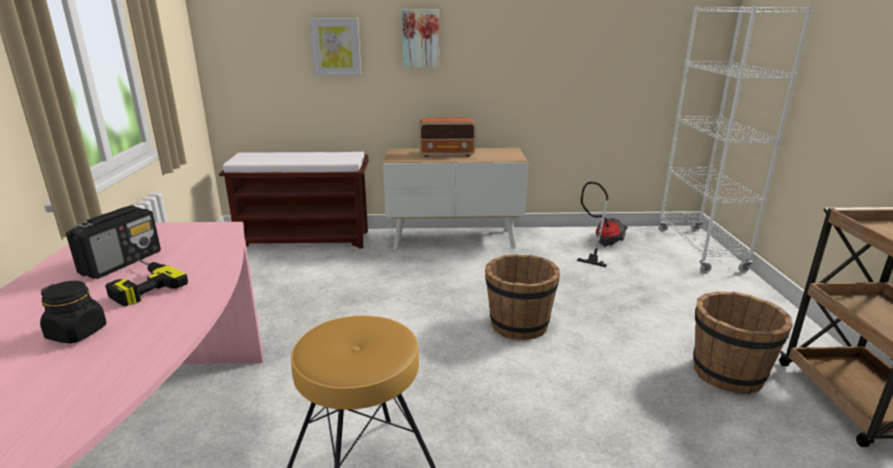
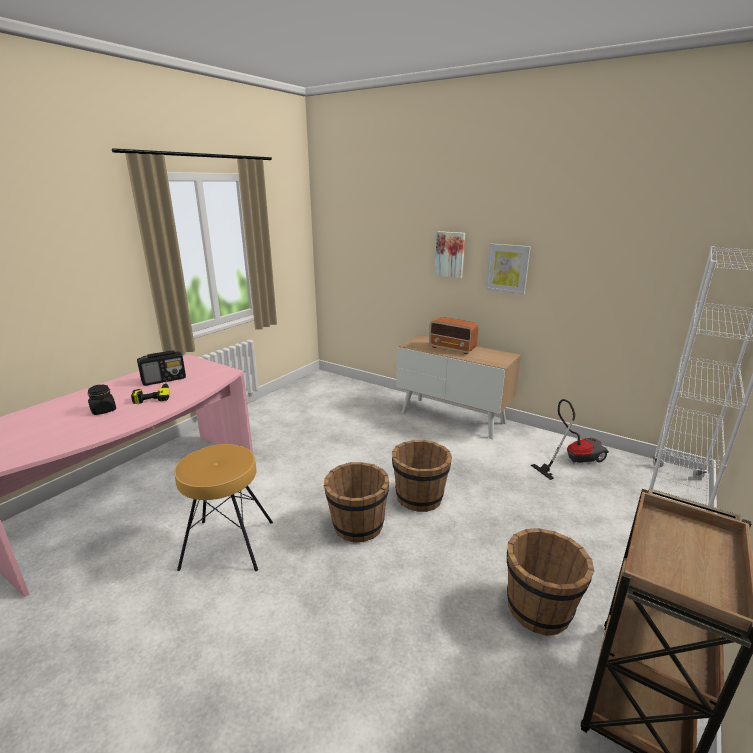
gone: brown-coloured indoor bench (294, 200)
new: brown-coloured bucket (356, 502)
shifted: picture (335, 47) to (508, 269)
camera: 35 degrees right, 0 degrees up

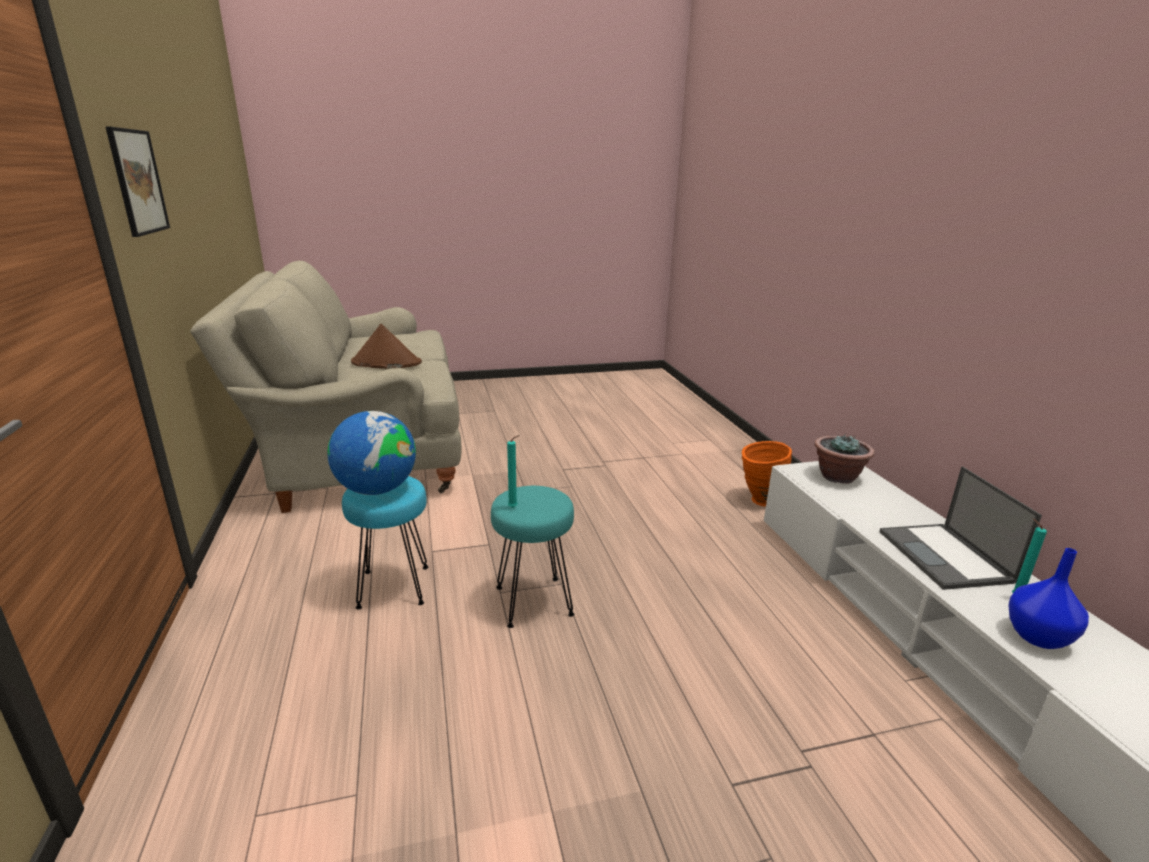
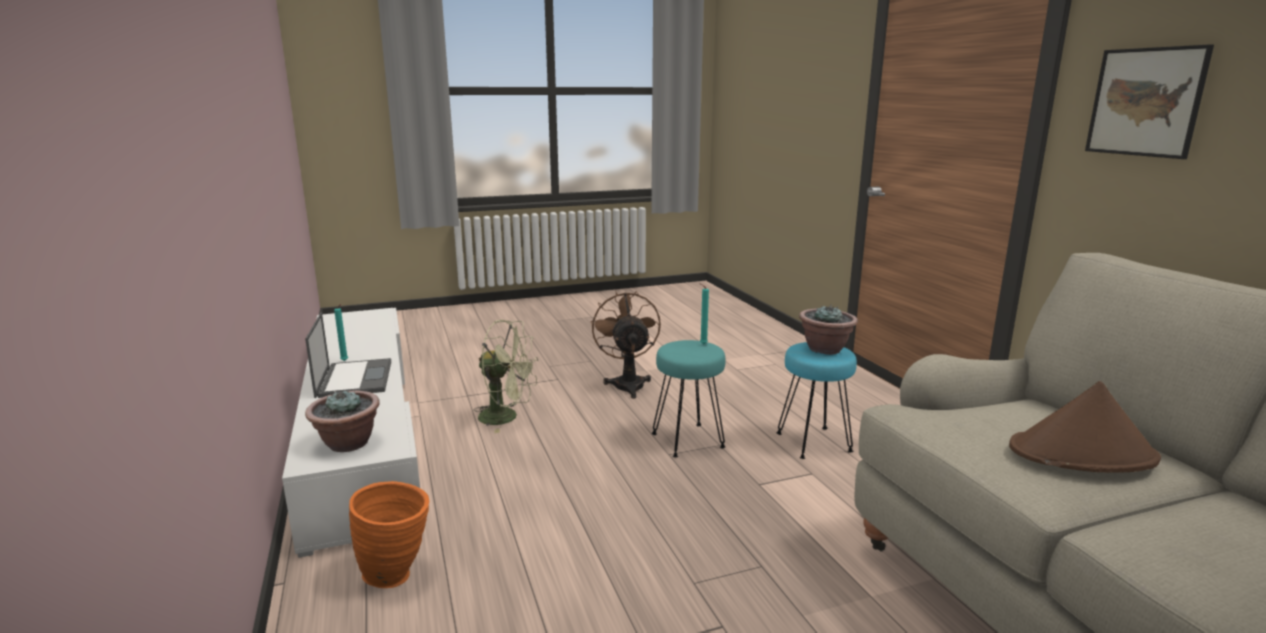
gone: blue-coloured flower vase (1049, 598)
new: greenish cooling fan (506, 376); brown-coloured cooling fan (626, 345)
swapped: desk globe (371, 453) to potted plant (828, 329)
camera: 175 degrees right, 5 degrees down

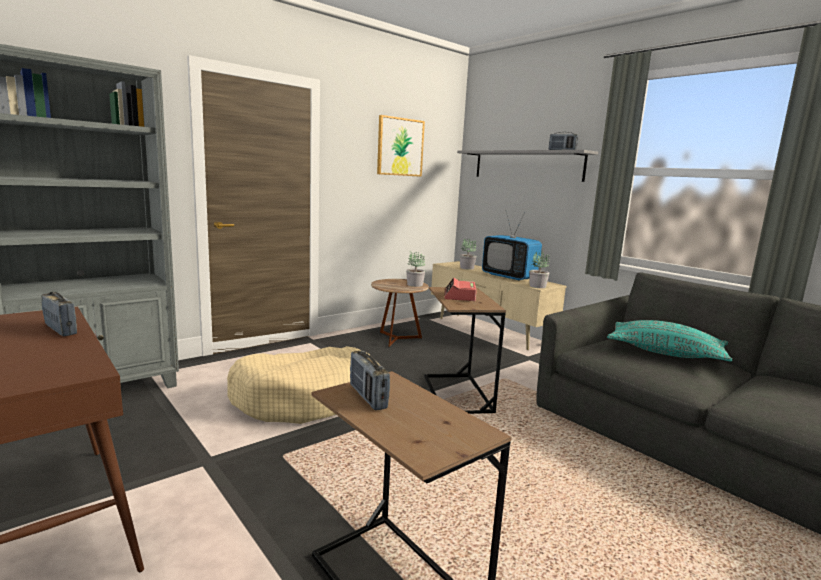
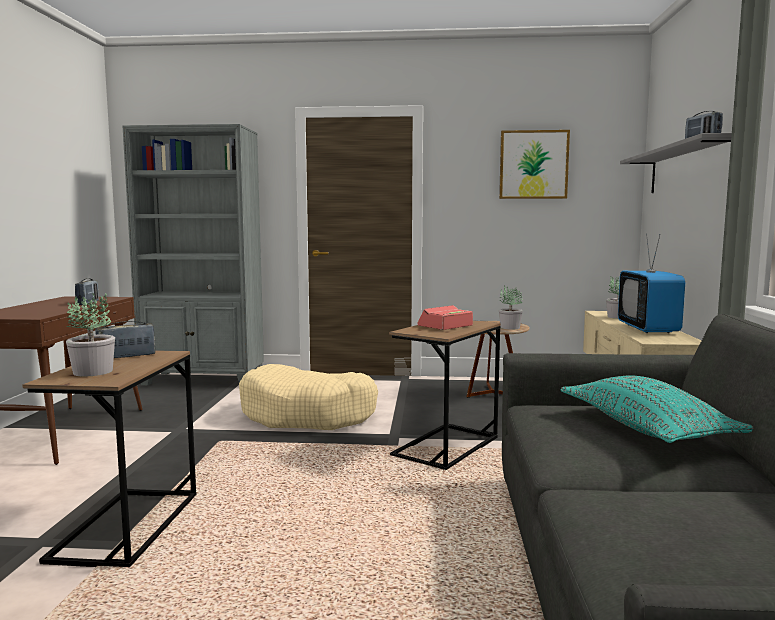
shifted: potted plant (539, 269) to (90, 335)
rotated: radio receiver (370, 380) = (125, 339) 45 degrees clockwise
camera: 45 degrees right, 5 degrees down

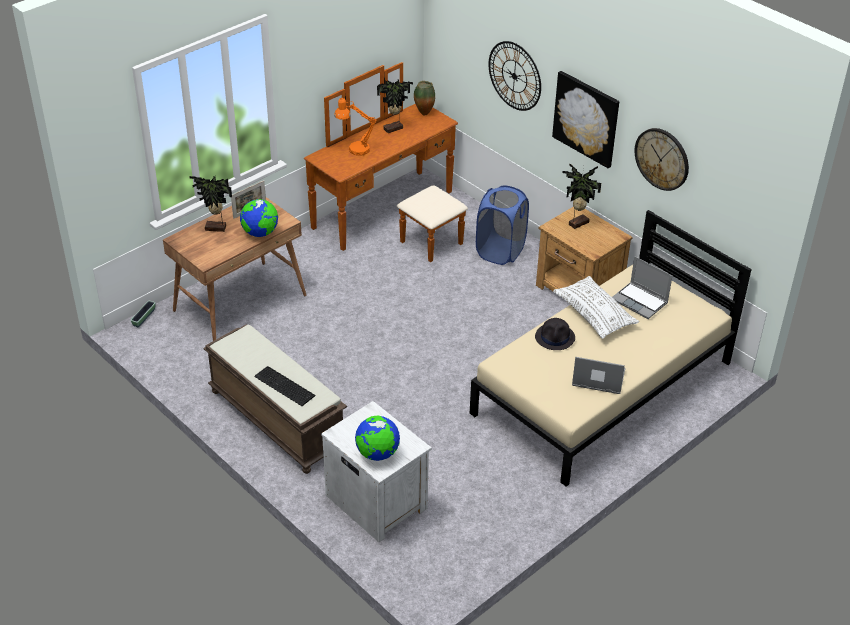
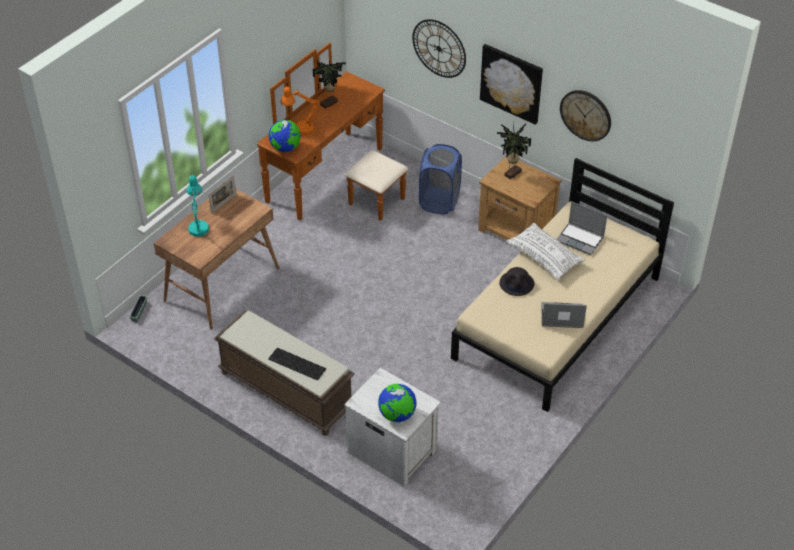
gone: flower vase (424, 98)
shifted: desk globe (259, 218) to (284, 136)
swapped: potted plant (210, 204) to turquoise-coloured table lamp (197, 206)
camera: 10 degrees left, 5 degrees up

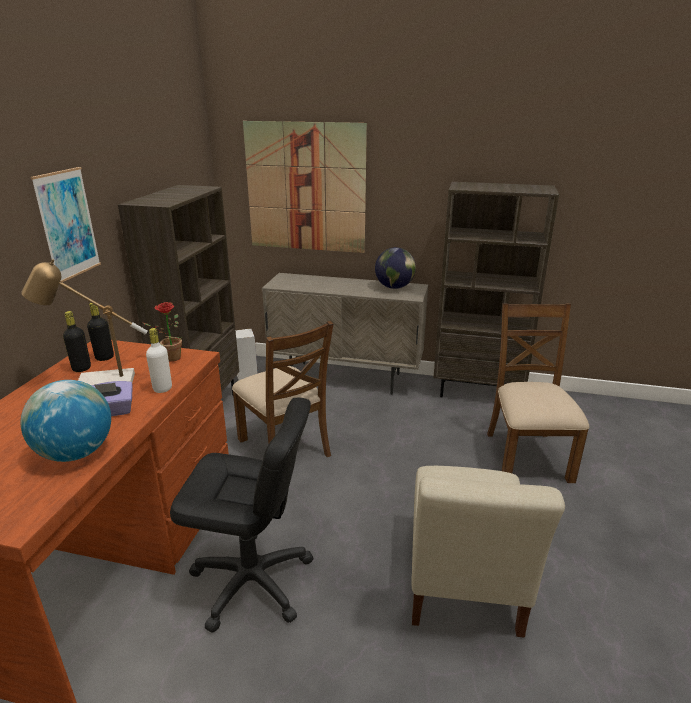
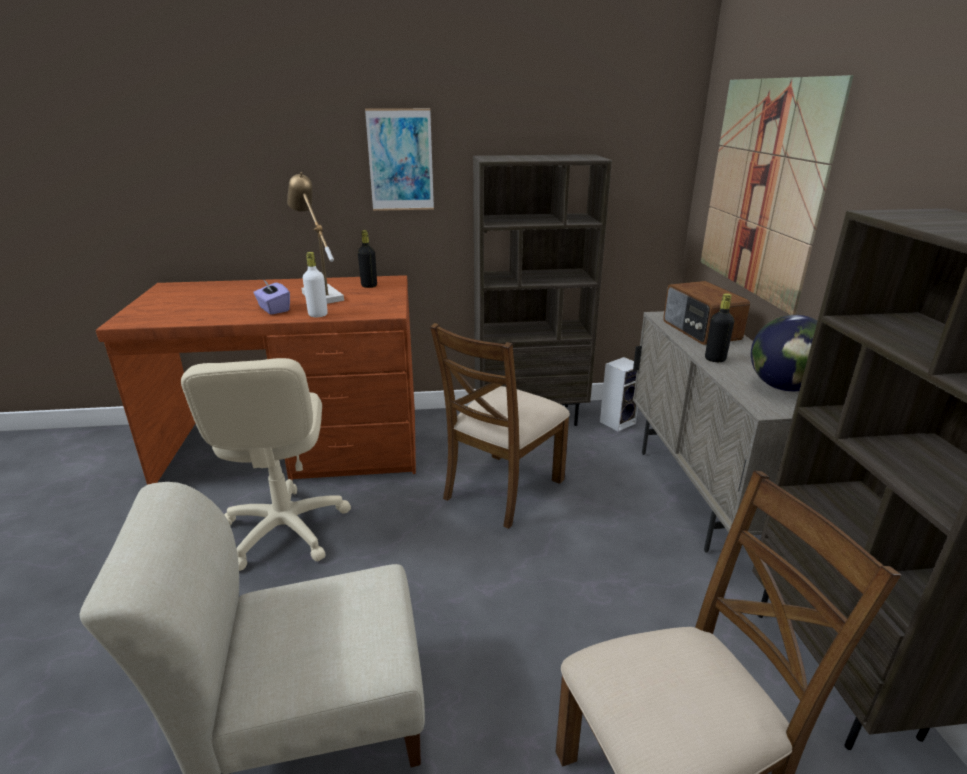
gone: desk globe (66, 421); potted plant (162, 332)
new: radio receiver (706, 313)
shifted: black-coloured drink bottle (77, 341) to (719, 327)
repainted: black-coloured office chair (241, 515) to beige-coloured office chair (266, 464)
camera: 70 degrees right, 0 degrees up

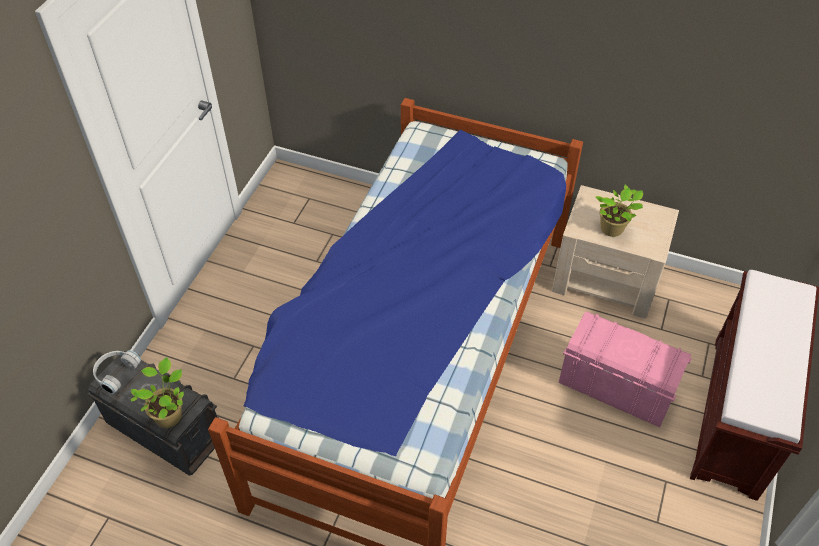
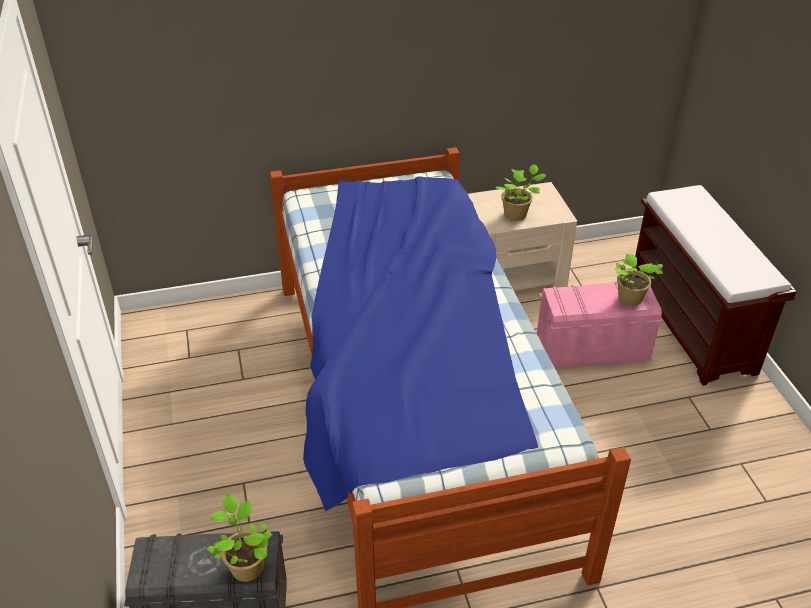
gone: white headset (117, 372)
new: potted plant (639, 280)
camera: 35 degrees left, 10 degrees down

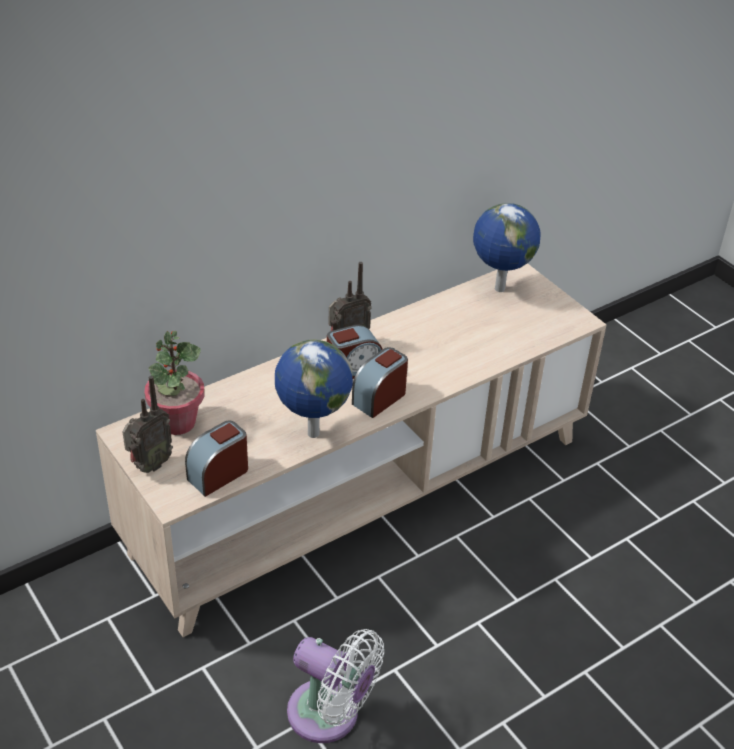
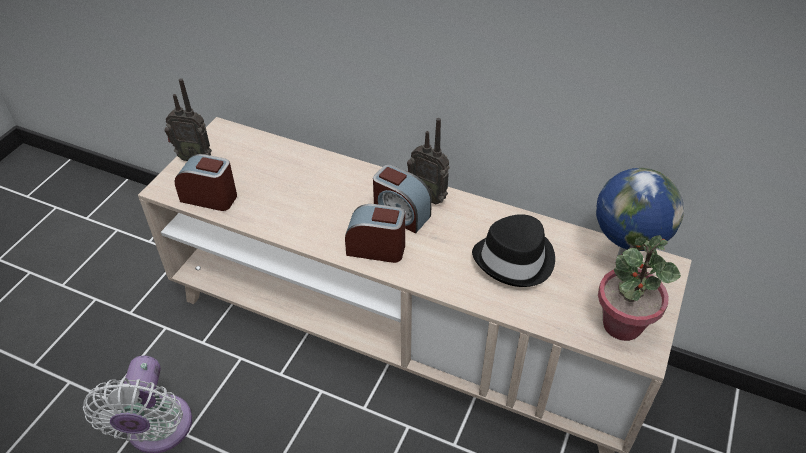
gone: desk globe (314, 389)
new: black-coloured clothing hat (513, 250)
shifted: potted plant (174, 383) to (639, 288)
camera: 60 degrees right, 5 degrees up

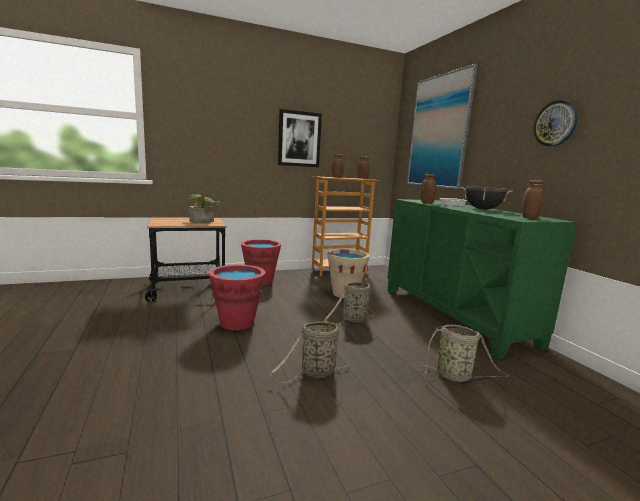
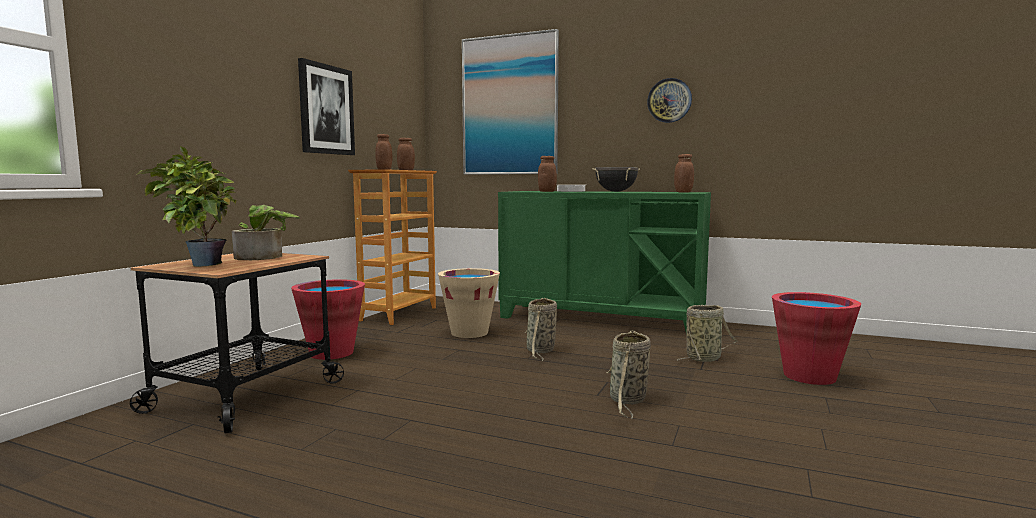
new: potted plant (186, 206)
shifted: red-coloured bucket (237, 297) to (816, 338)
camera: 45 degrees left, 5 degrees down

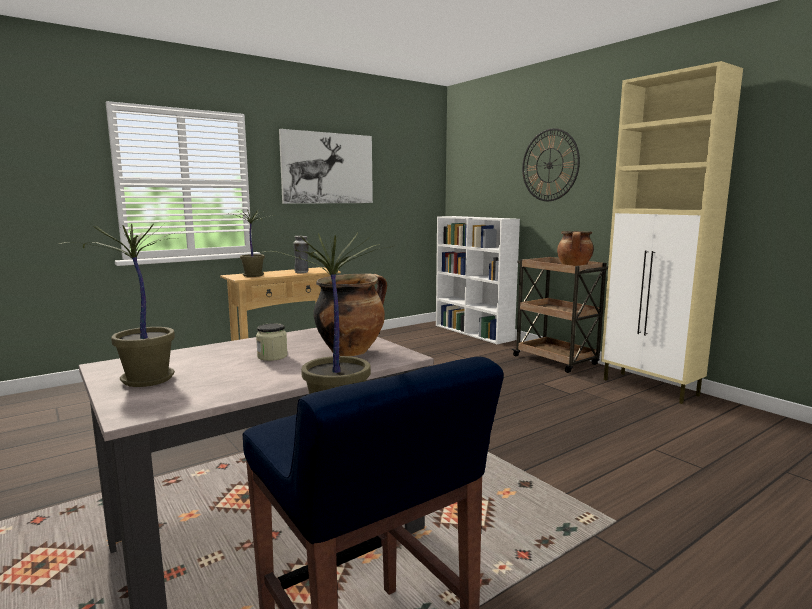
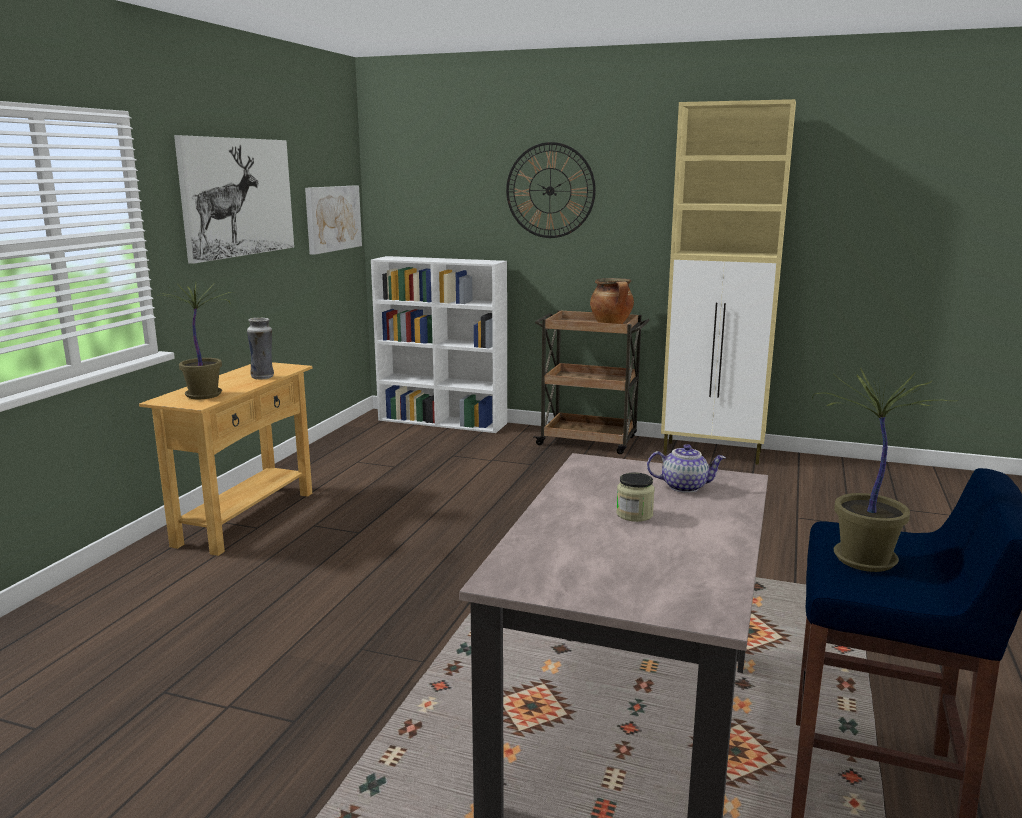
gone: potted plant (122, 304)
new: picture (333, 220)
swapped: cooking pot (350, 315) to teapot (686, 468)
camera: 35 degrees left, 5 degrees up

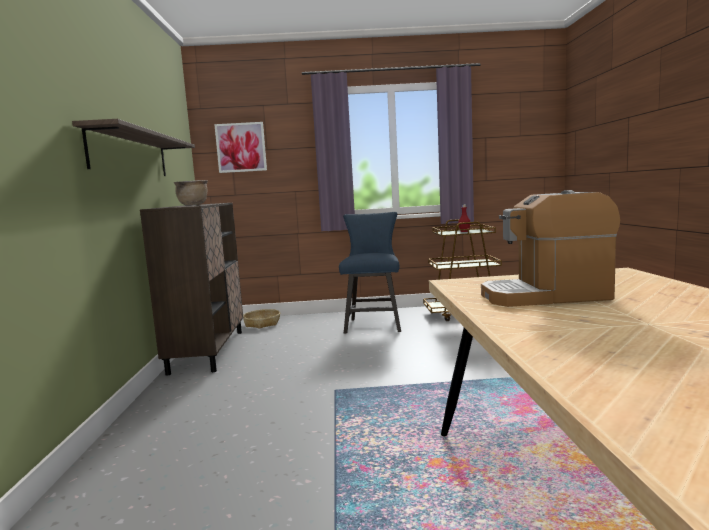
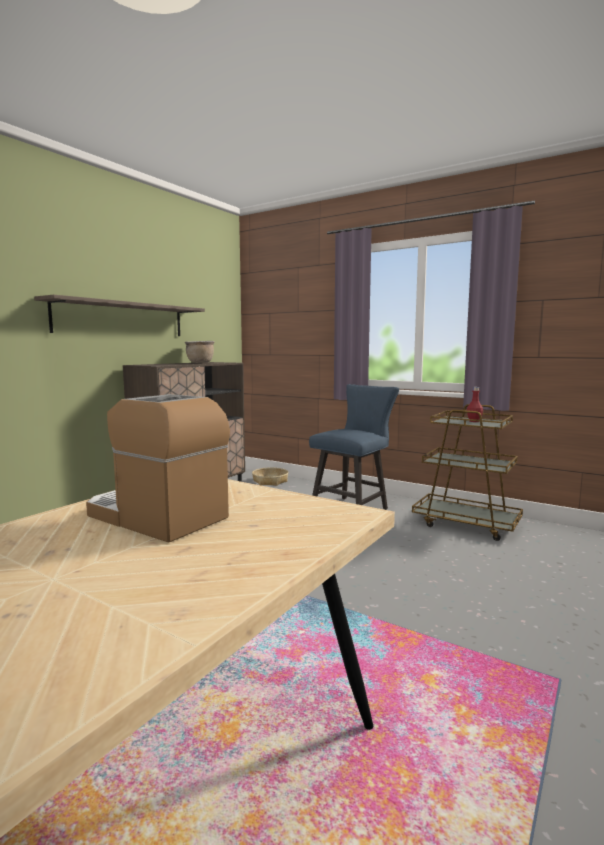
gone: picture (240, 147)
camera: 35 degrees right, 0 degrees up

